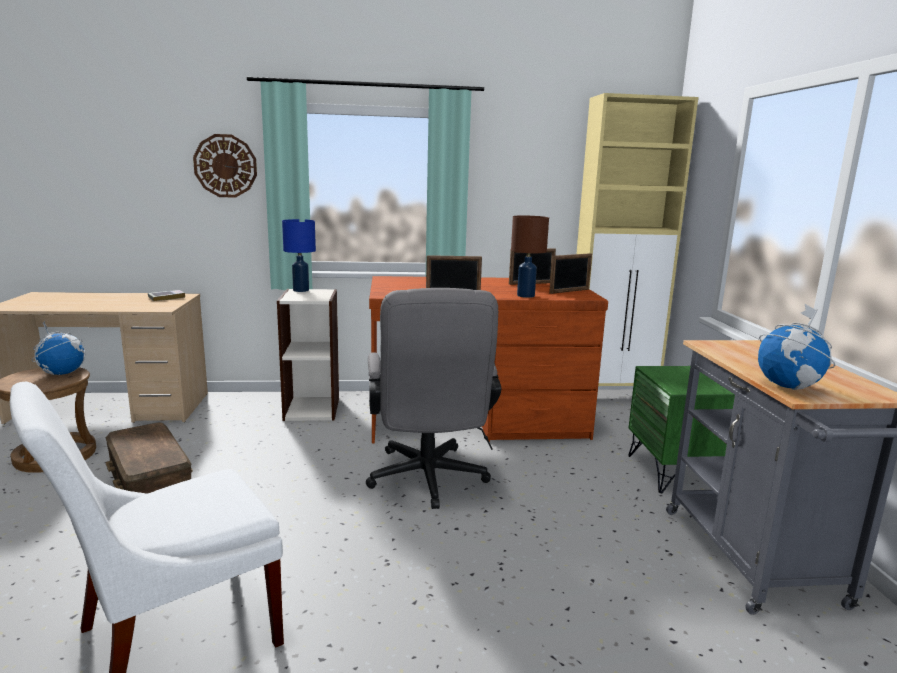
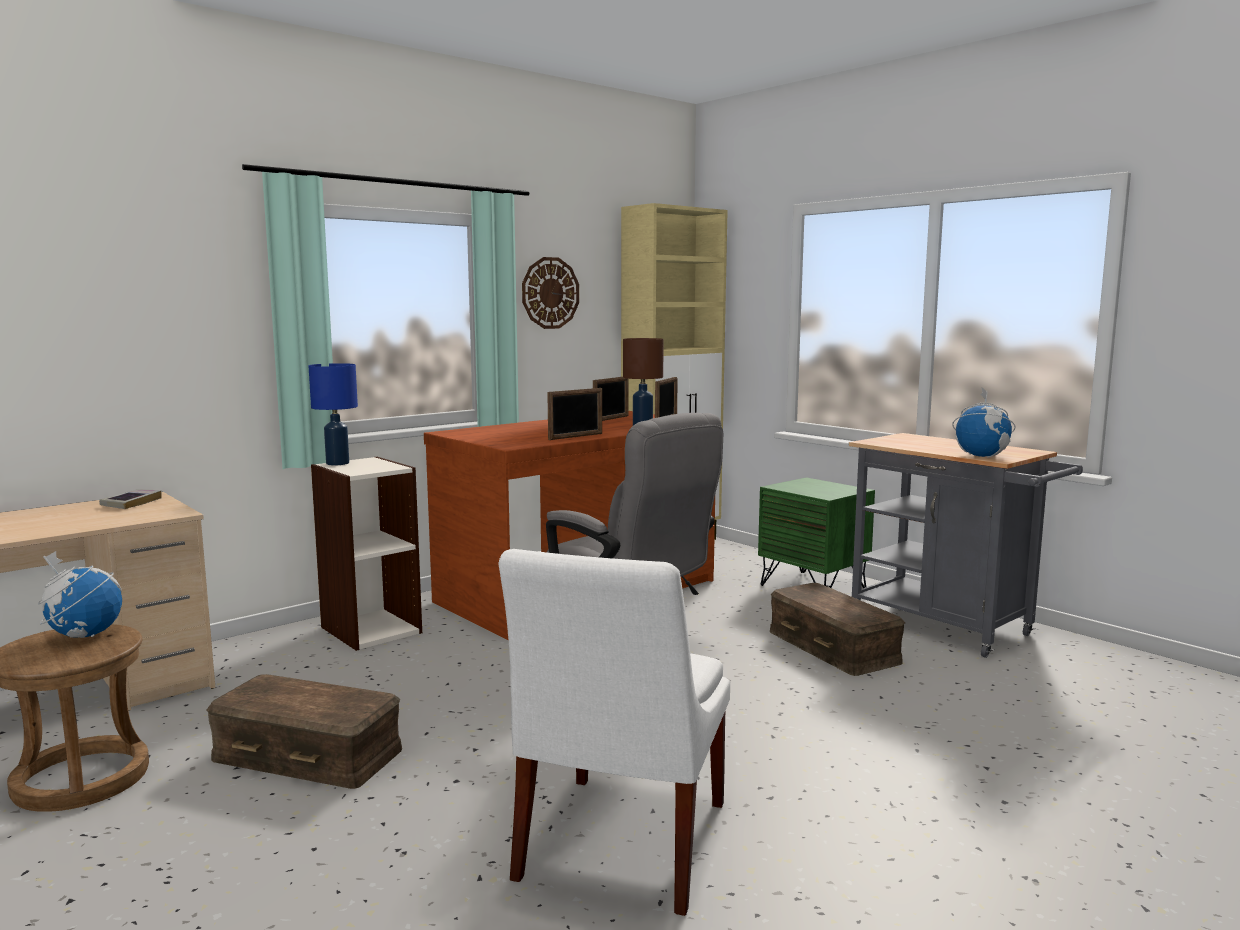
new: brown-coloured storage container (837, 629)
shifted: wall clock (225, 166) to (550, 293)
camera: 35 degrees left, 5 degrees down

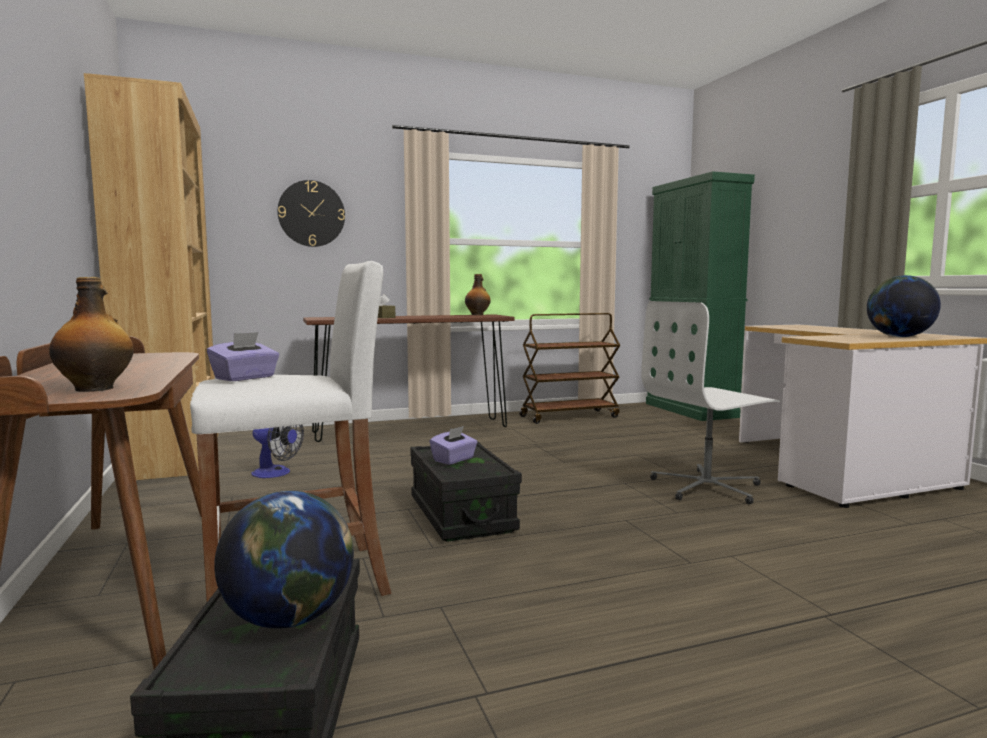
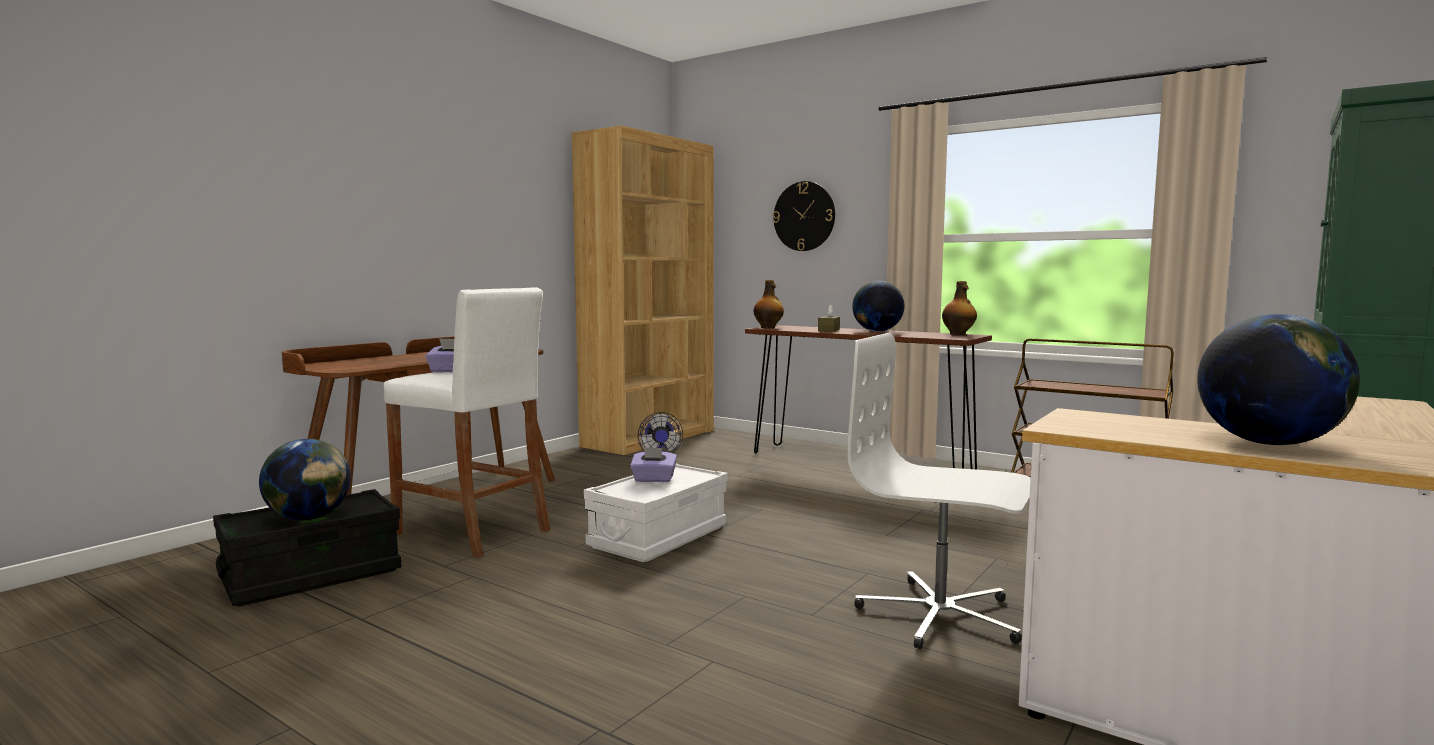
new: desk globe (878, 306)
shifted: drink bottle (91, 334) to (768, 304)
repainted: black-coloured storage container (466, 491) to white storage container (656, 513)
camera: 55 degrees right, 0 degrees up

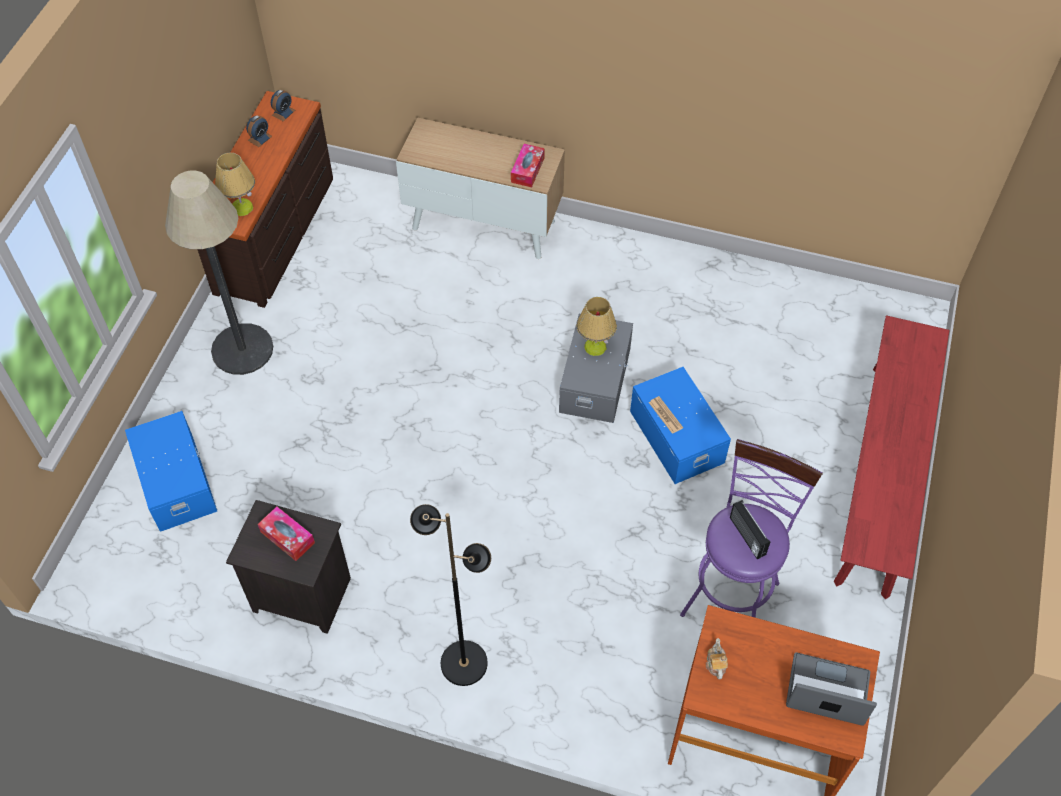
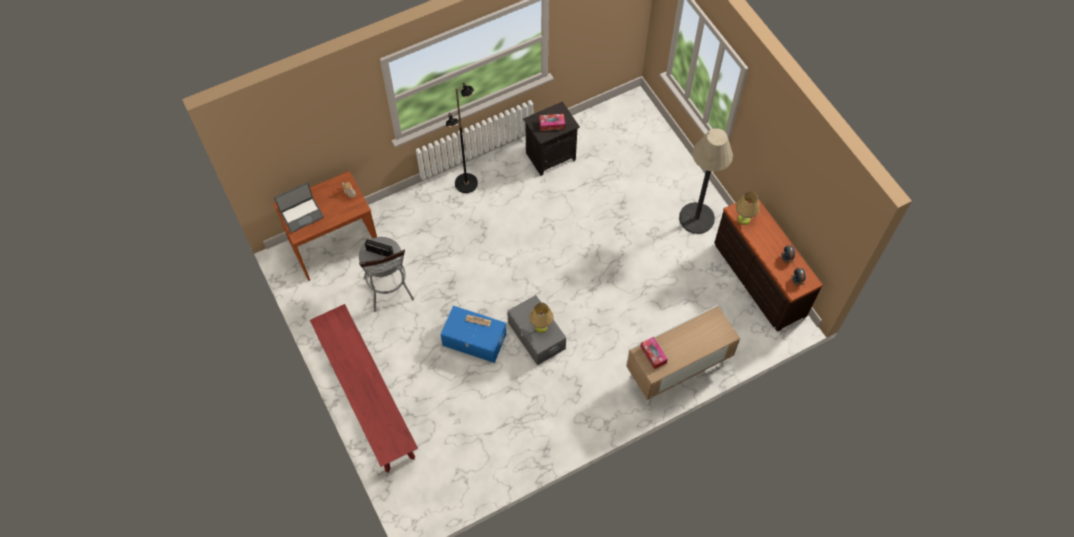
gone: blue-coloured storage container (171, 471)
repainted: purplish stool (751, 528) to gray stool (386, 274)
camera: 135 degrees right, 5 degrees up

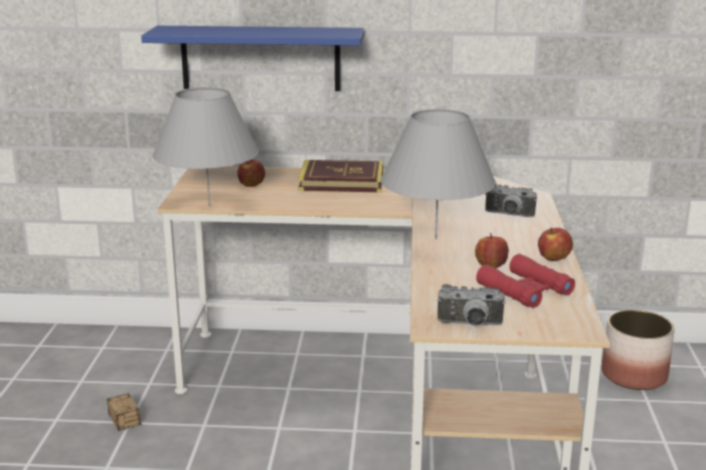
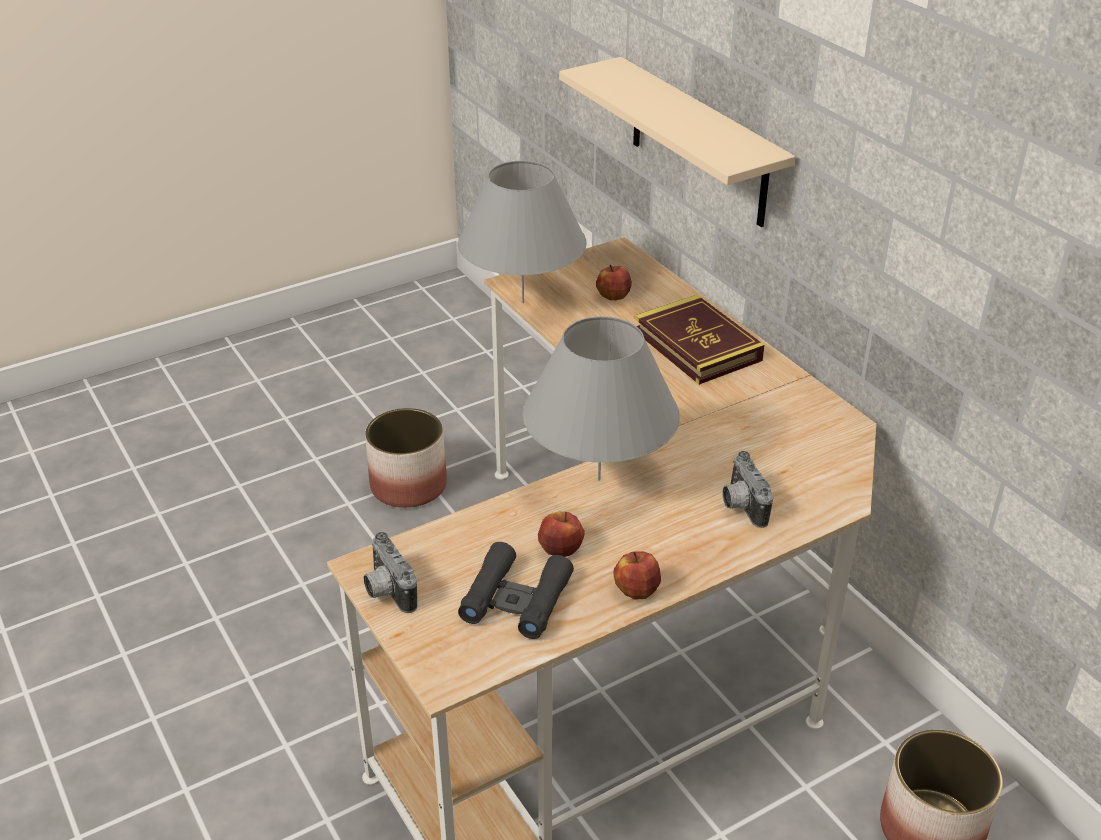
swapped: storage container (124, 412) to plant pot (406, 458)
repainted: red-coloured pair of binoculars (525, 281) to black-coloured pair of binoculars (516, 590); blue-coloured wall shelf (252, 58) to beige-coloured wall shelf (677, 142)
camera: 55 degrees right, 15 degrees up

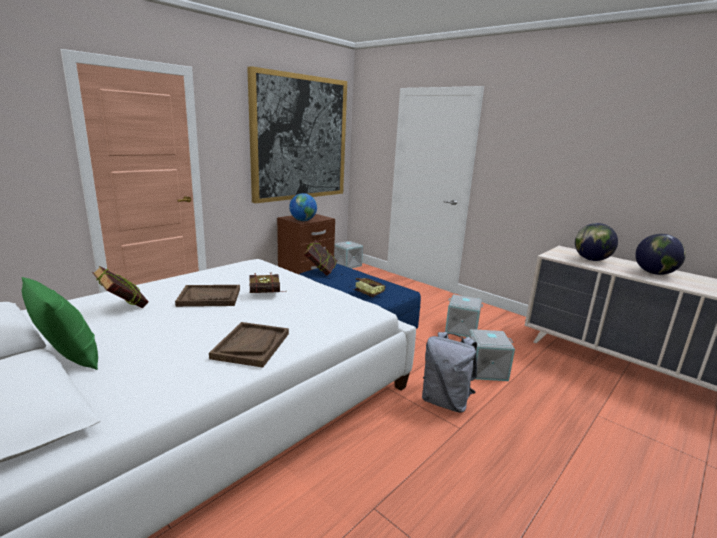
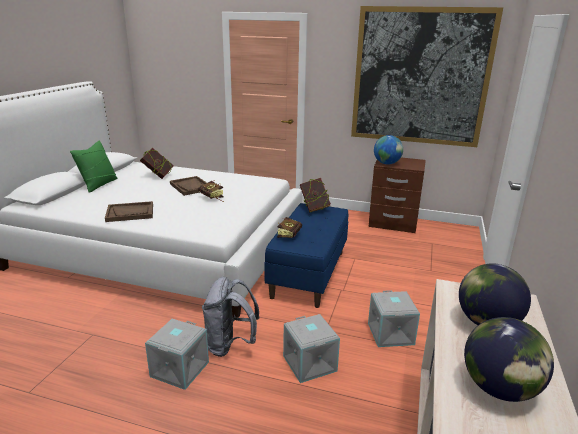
shifted: gray storage container (348, 255) to (177, 354)
camera: 65 degrees right, 5 degrees up

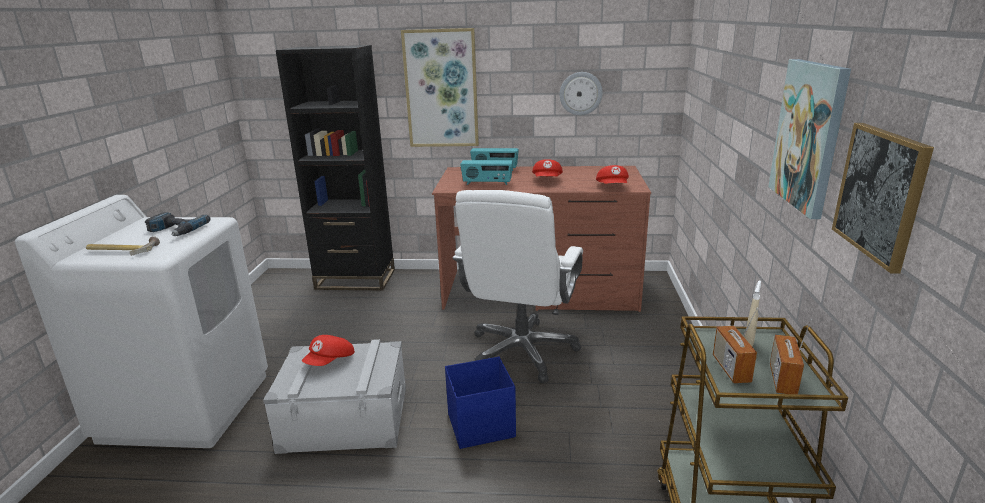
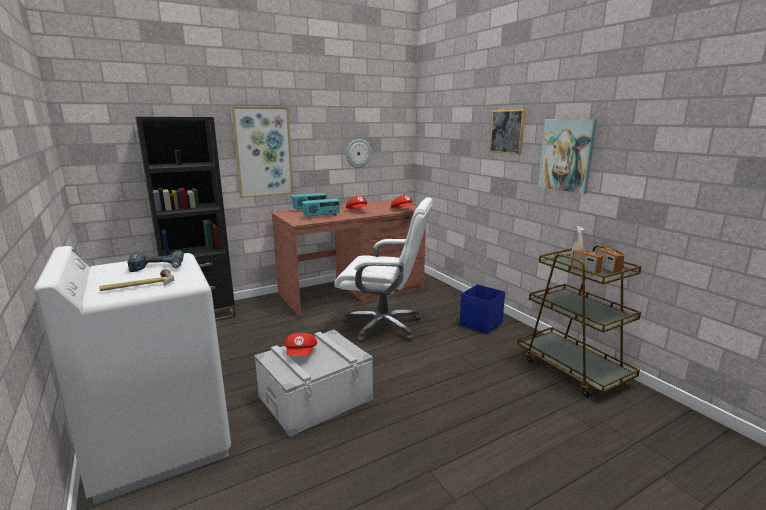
shifted: blue-coloured storage container (480, 403) to (482, 309); picture (883, 198) to (507, 132)
rotated: white office chair (518, 286) = (383, 270) 60 degrees counterclockwise
camera: 35 degrees left, 5 degrees down

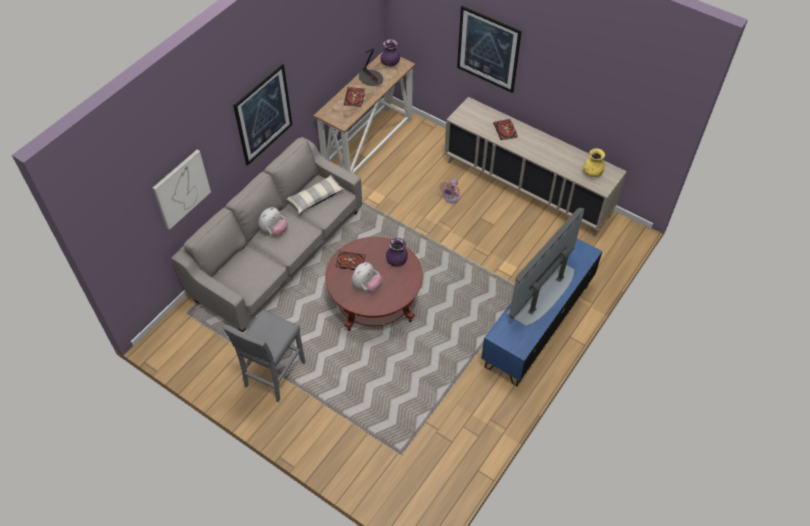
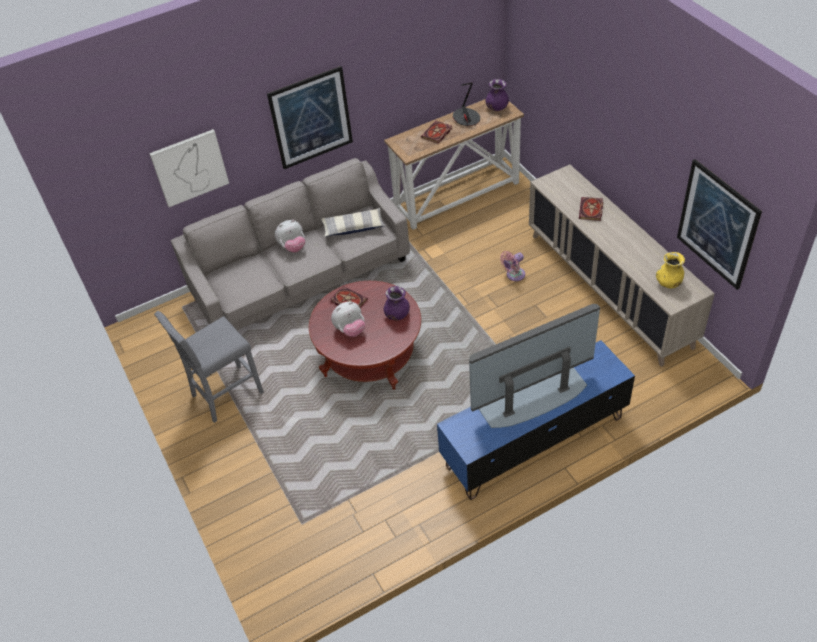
shifted: picture (489, 49) to (719, 224)
camera: 30 degrees right, 5 degrees down

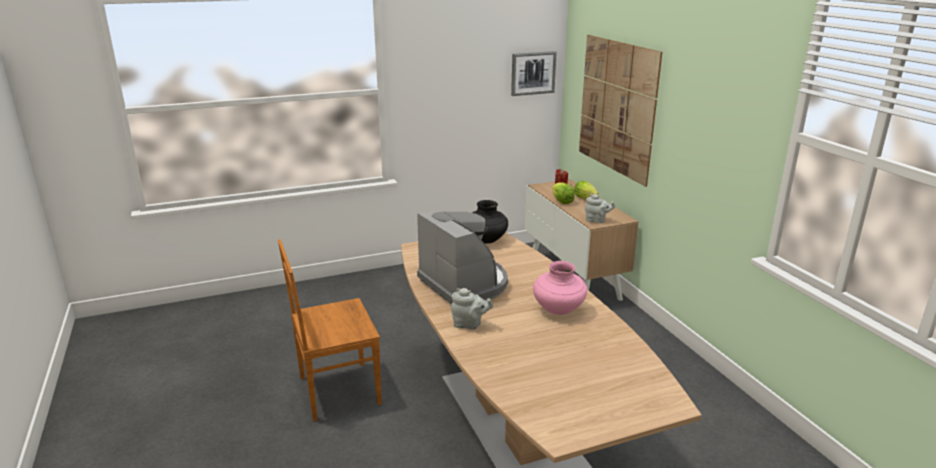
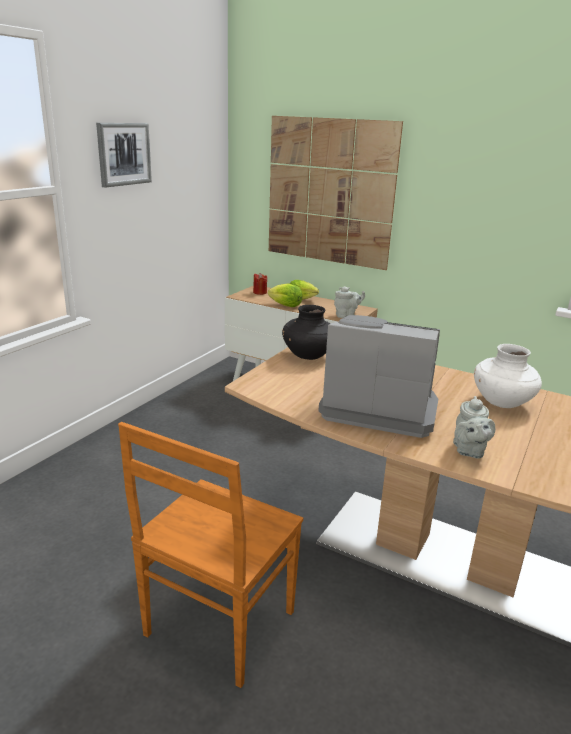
shifted: picture (534, 73) to (124, 155)
repainted: pinkish flower vase (560, 288) to white flower vase (508, 376)
rotated: gray teapot (472, 308) = (474, 427) 120 degrees clockwise
camera: 40 degrees left, 0 degrees up

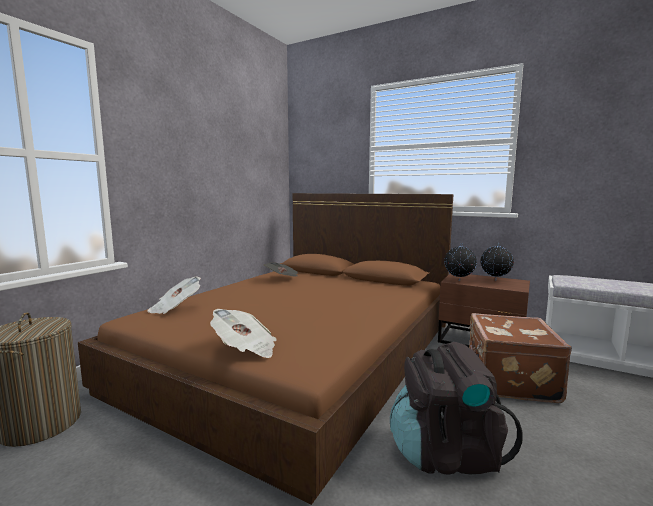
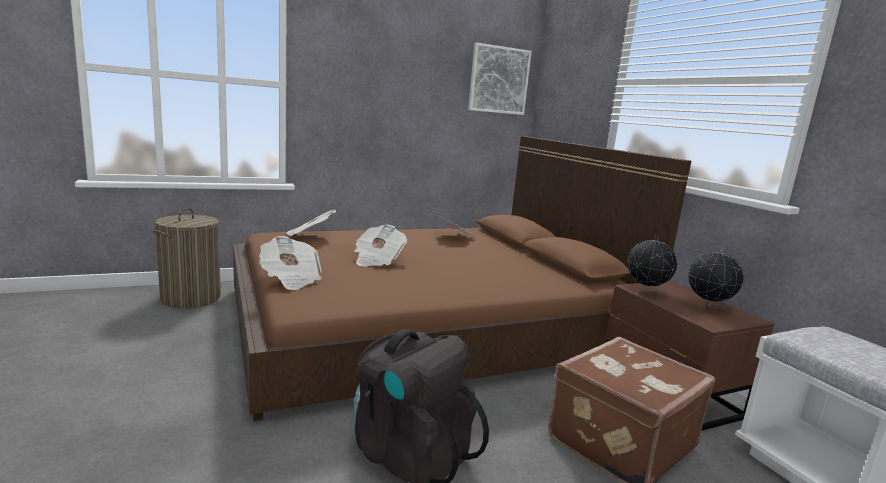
new: printed paper (381, 245); picture (500, 79)
camera: 35 degrees right, 5 degrees up

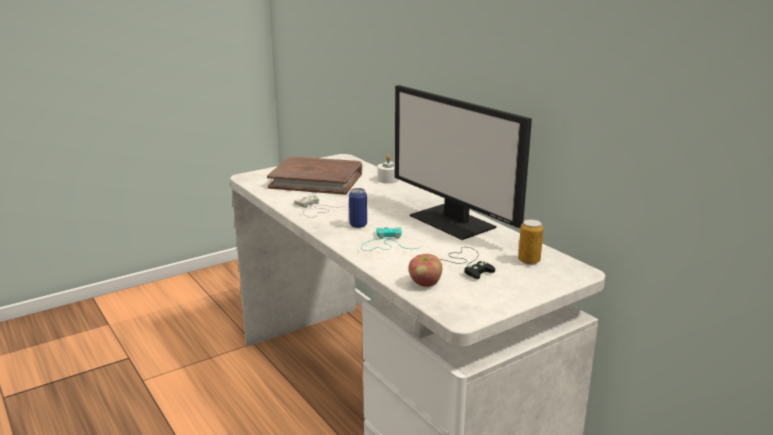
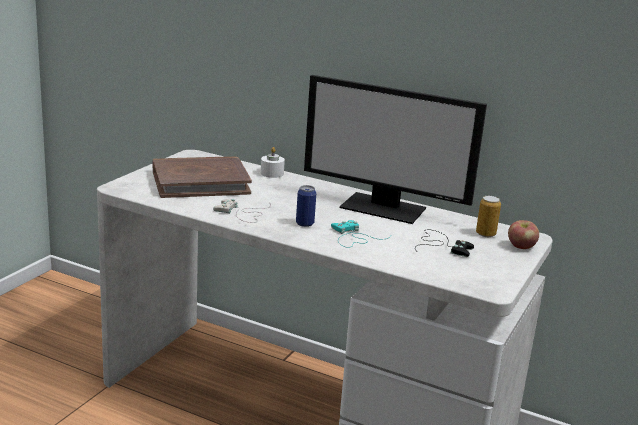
shifted: apple fruit (425, 270) to (523, 234)
camera: 30 degrees left, 0 degrees up

